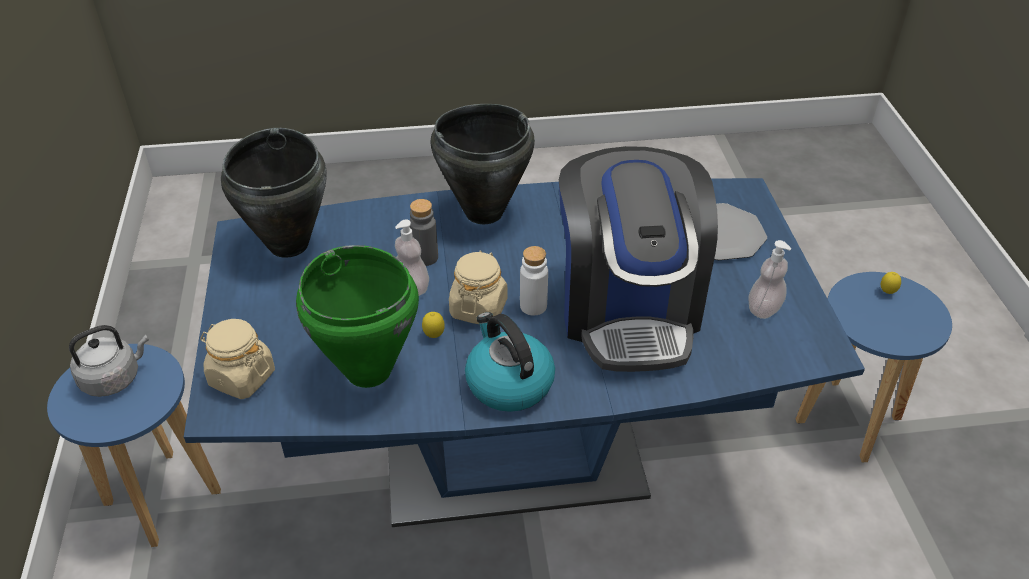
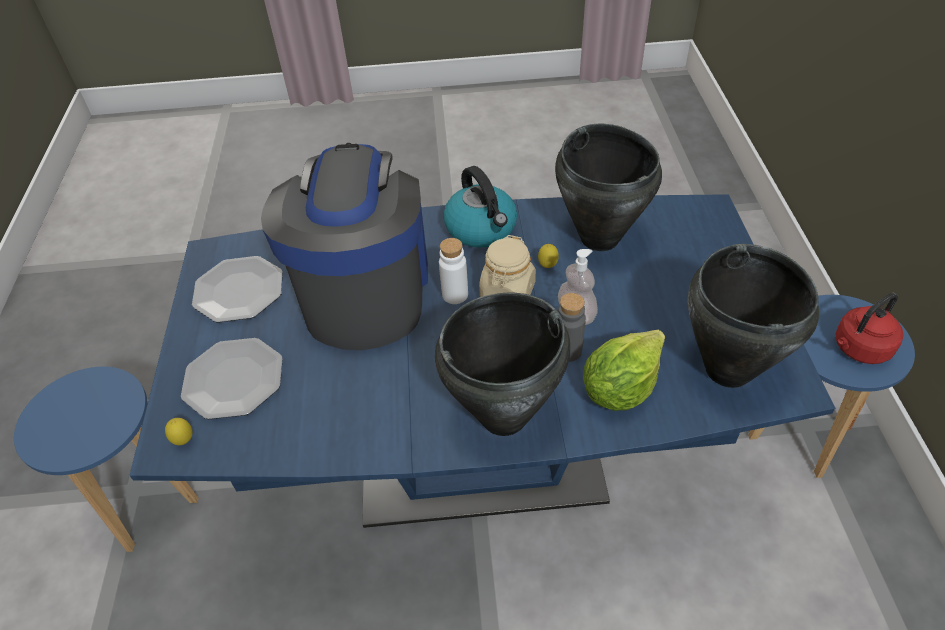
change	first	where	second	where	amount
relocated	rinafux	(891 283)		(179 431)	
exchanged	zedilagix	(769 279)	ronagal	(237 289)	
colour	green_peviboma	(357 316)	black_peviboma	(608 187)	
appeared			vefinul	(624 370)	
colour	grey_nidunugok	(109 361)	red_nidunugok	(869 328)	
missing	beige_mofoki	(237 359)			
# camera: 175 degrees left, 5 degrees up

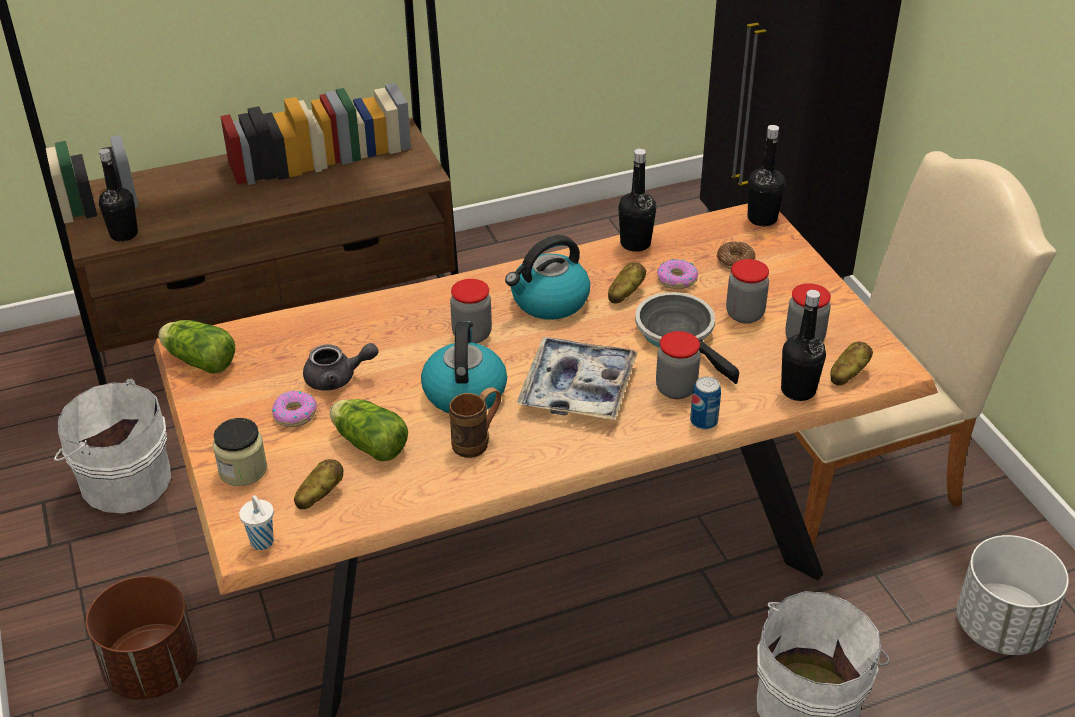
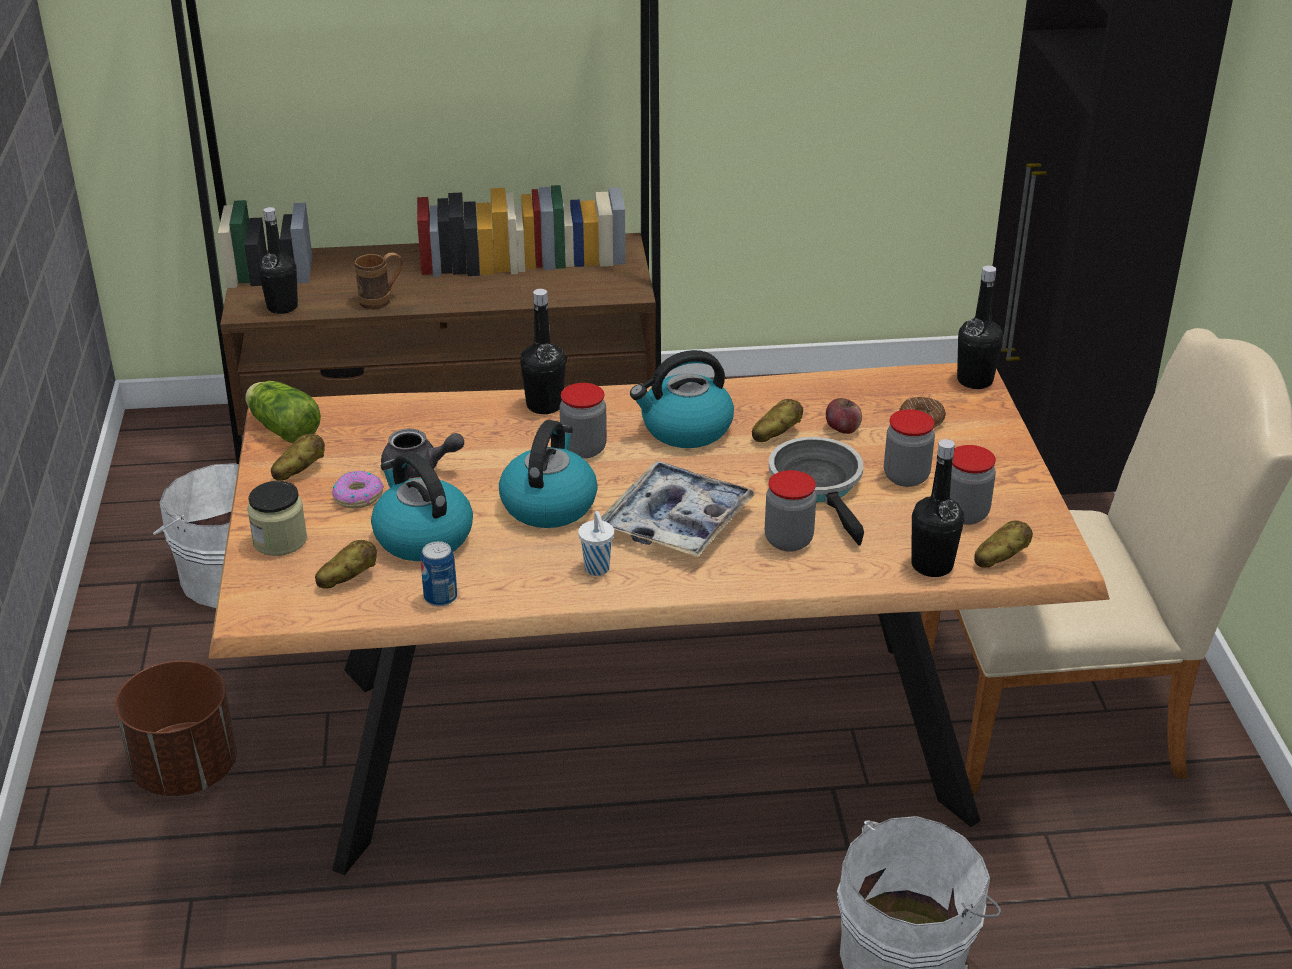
change	first	where	second	where	amount
appeared			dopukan	(298 457)	
relocated	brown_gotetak	(475 422)		(379 281)	
exchanged	vefinul	(369 430)	nidunugok	(422 506)	
relocated	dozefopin	(705 403)		(439 573)	
relocated	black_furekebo	(637 200)		(543 351)	
relocated	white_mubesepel	(256 522)		(596 543)	
exchanged	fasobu	(677 274)	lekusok	(844 416)	
missing	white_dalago	(1013 595)			
# camera: 15 degrees right, 5 degrees down

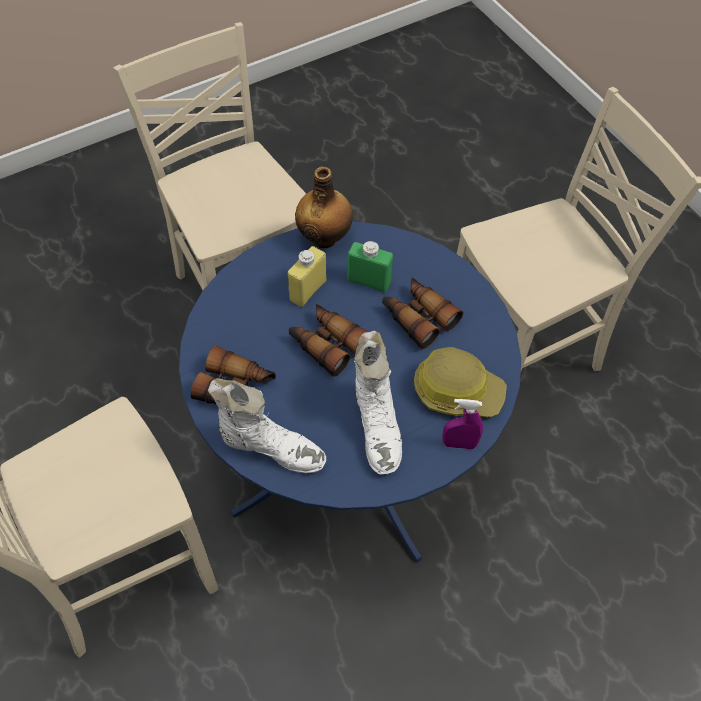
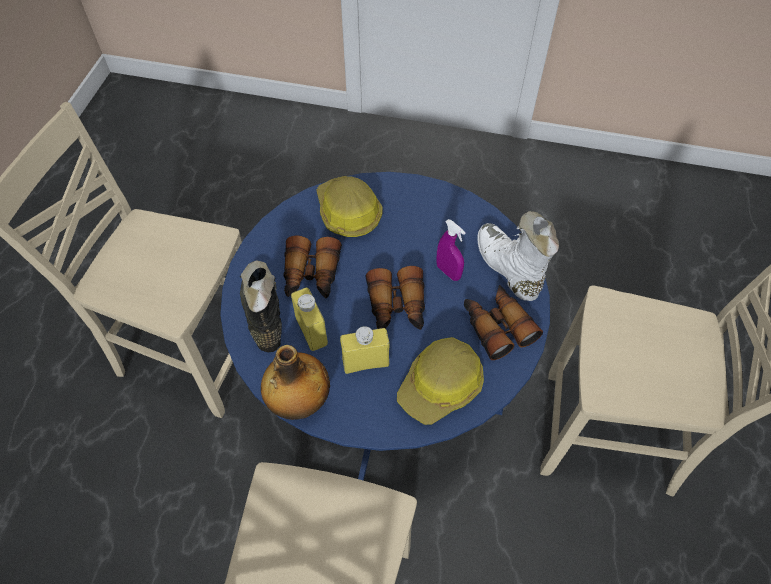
change	first	where	second	where	amount
appeared			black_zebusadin	(261 306)	
colour	green_furekebo	(370 267)	yellow_furekebo	(309 319)	
appeared			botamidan	(440 381)	
relocated	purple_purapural	(462 424)		(451 250)	
missing	white_zebusadin	(378 402)			
# camera: 135 degrees left, 0 degrees up

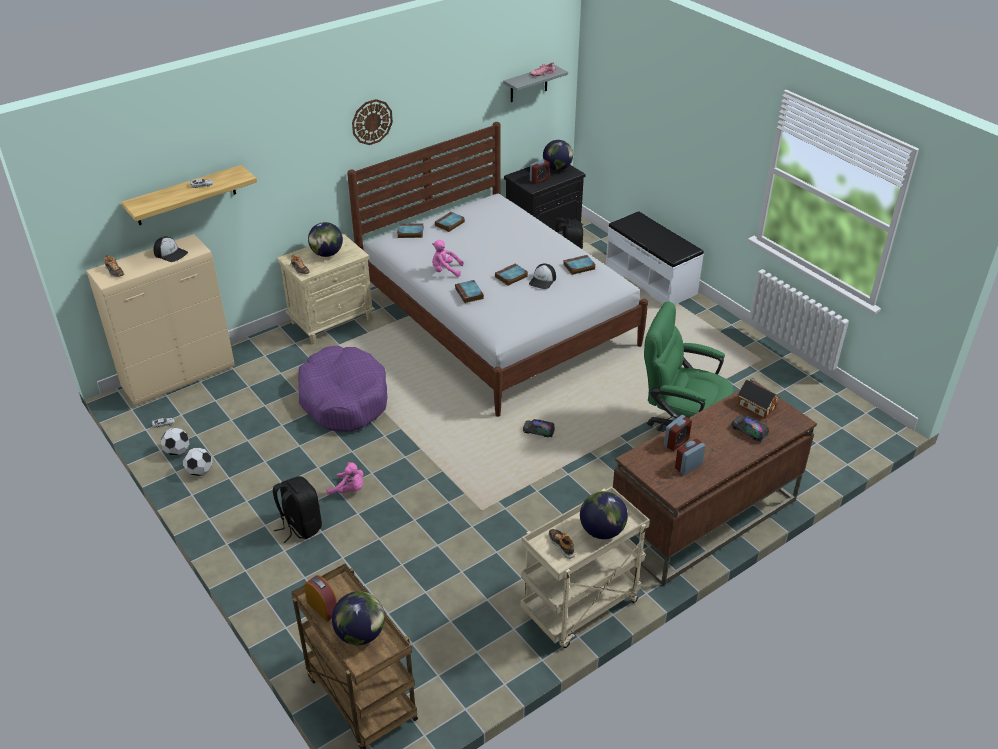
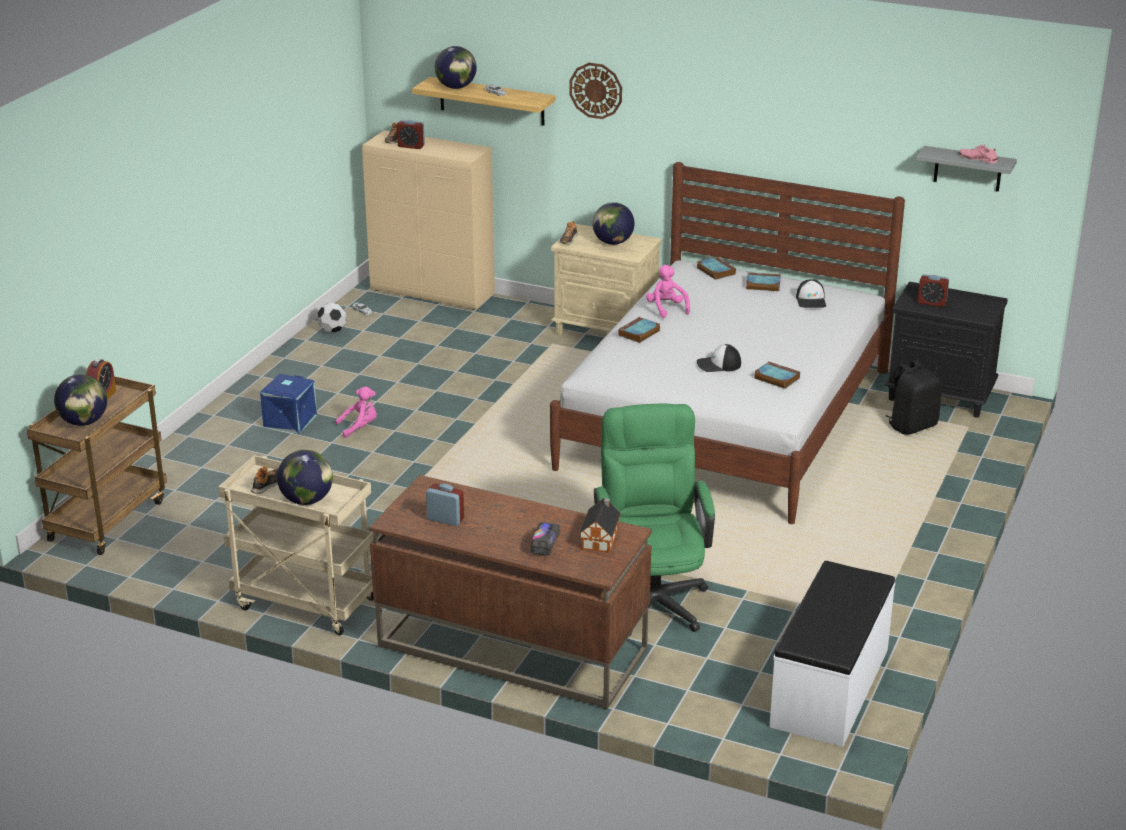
change	first	where	second	where	amount
exchanged	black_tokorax	(297 509)	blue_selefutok	(288 404)	
spun	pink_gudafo	(345 478)		(356 412)	105 degrees counterclockwise
relocated	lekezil	(678 433)		(411 134)	
relocated	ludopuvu	(558 155)		(456 67)	
relocated	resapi	(372 122)		(595 91)	
relocated	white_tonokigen	(655 258)		(832 654)	
relocated	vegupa	(170 249)		(811 293)	
missing	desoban	(198 462)			
missing	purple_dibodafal	(343 388)			
missing	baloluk	(511 274)			
missing	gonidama	(539 428)			
# camera: 60 degrees right, 10 degrees down

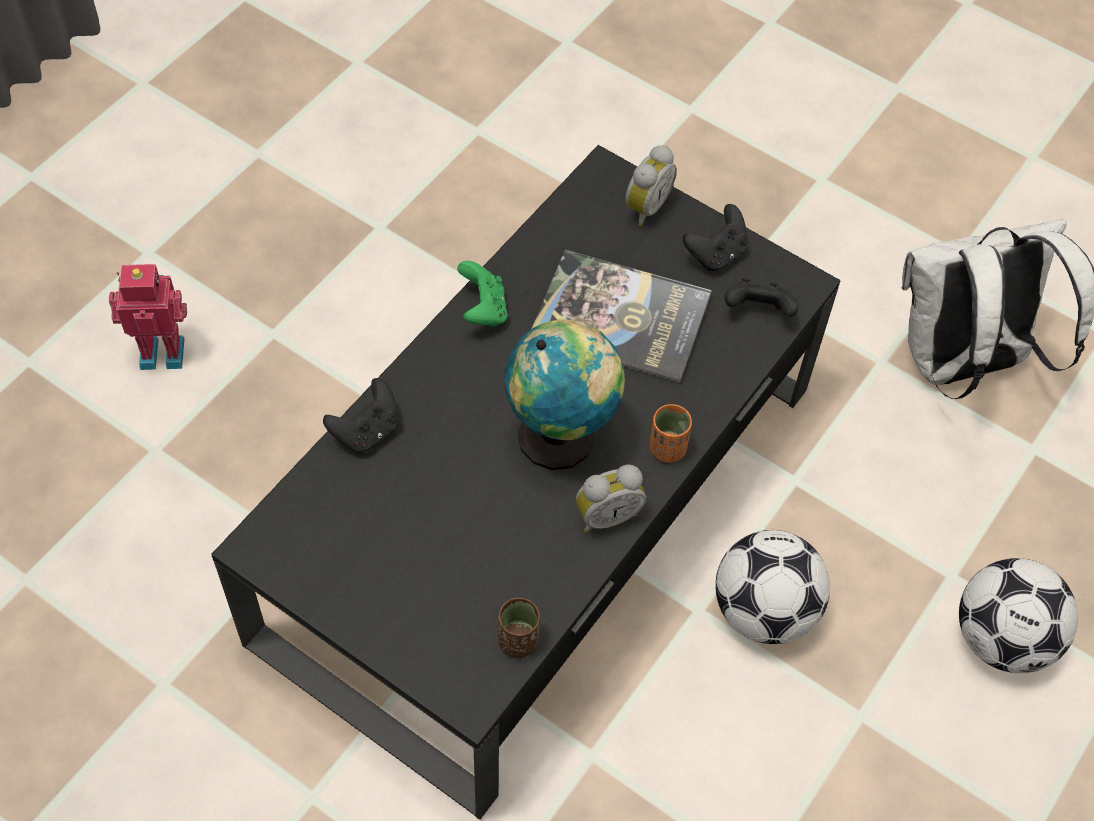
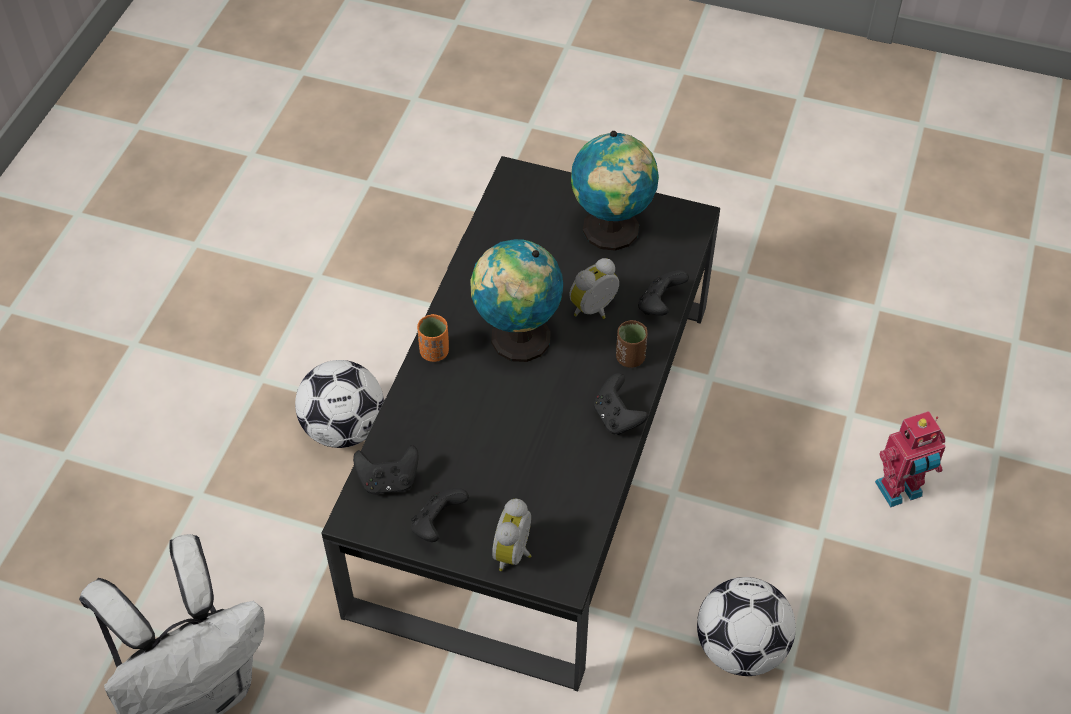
change	first	where	second	where	amount
relocated	lekezil	(611 499)		(594 288)	
appeared			ludopuvu	(615 191)	
colour	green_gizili	(482 294)	black_gizili	(621 404)	
relocated	brown_mubesepel	(519 627)		(632 344)	
relocated	desoban	(1018 615)		(746 626)	
missing	baloluk	(621 316)			
# camera: 165 degrees right, 5 degrees down

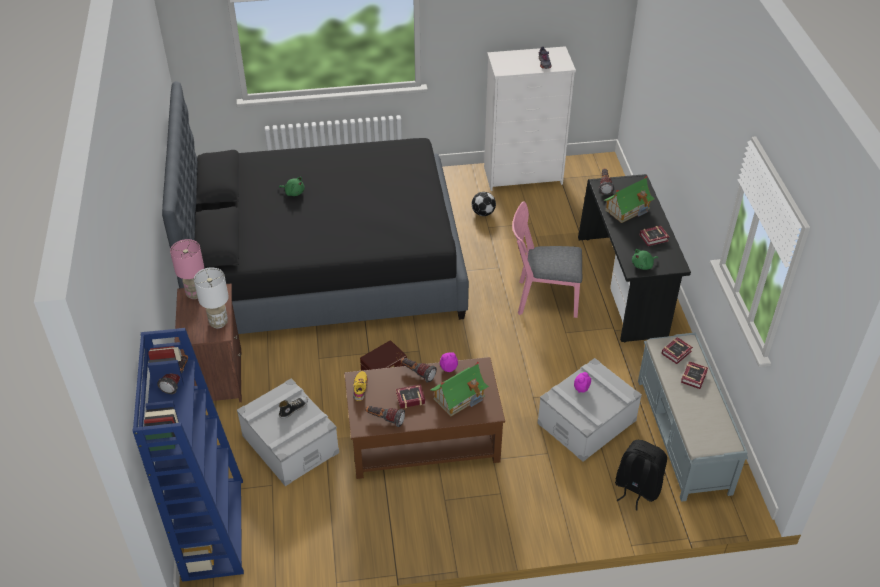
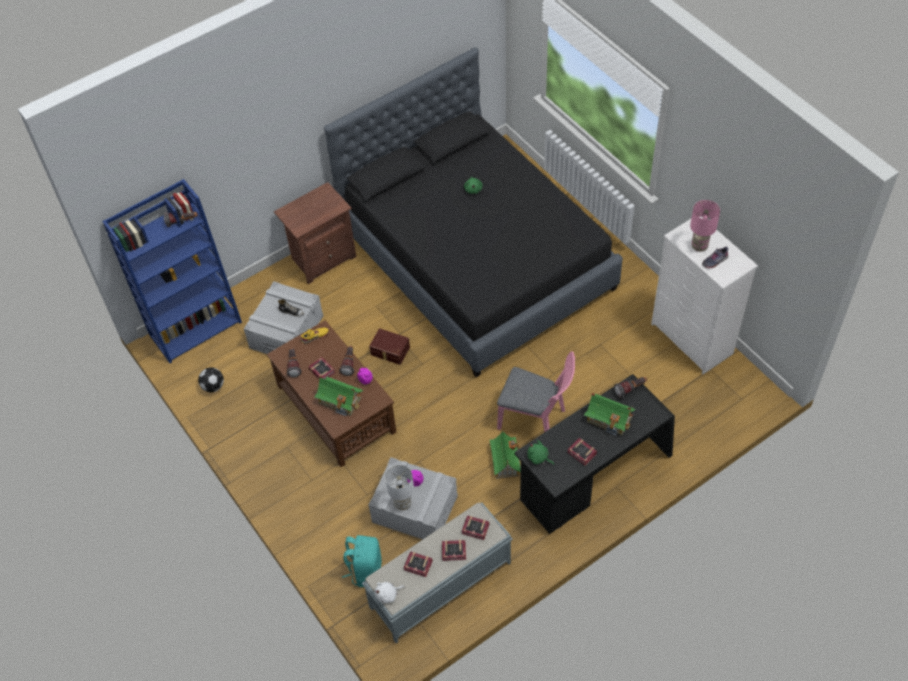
change	first	where	second	where	amount
relocated	desoban	(483 204)		(211 379)	
colour	black_tokorax	(641 475)	turquoise_tokorax	(362 561)	
appeared			white_gudafo	(390 592)	
relocated	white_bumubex	(211 297)		(399 487)	
appeared			baloluk	(418 564)	
appeared			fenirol	(504 455)	
spun	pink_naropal	(547 259)		(536 391)	135 degrees clockwise
relocated	pink_bumubex	(187 269)		(705 226)	
# camera: 65 degrees right, 10 degrees up

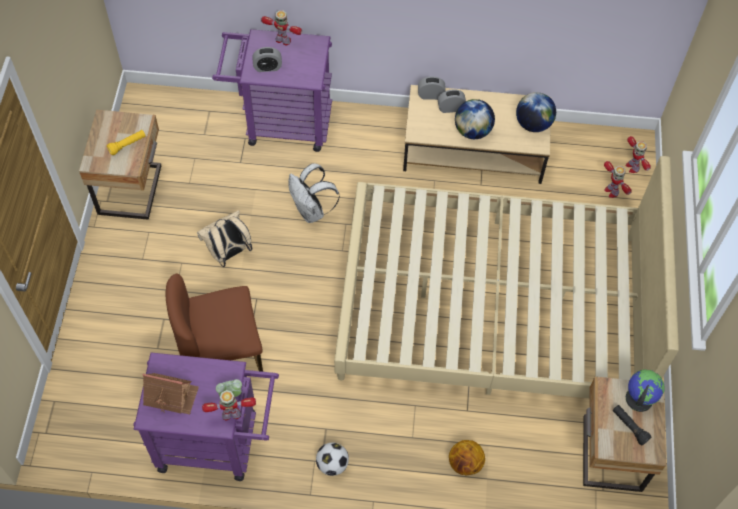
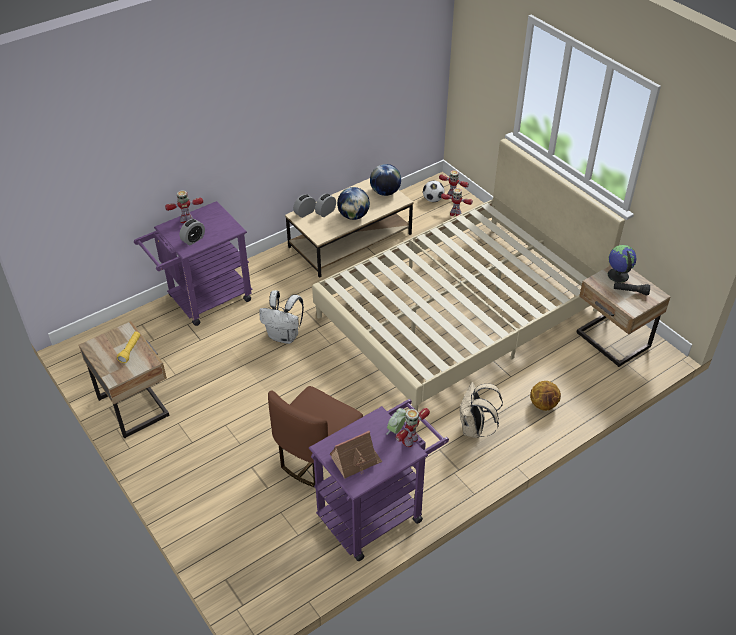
change	first	where	second	where	amount
relocated	desoban	(332 459)		(433 191)	
relocated	beige_tokorax	(225 238)		(481 410)	
# camera: 40 degrees left, 15 degrees down

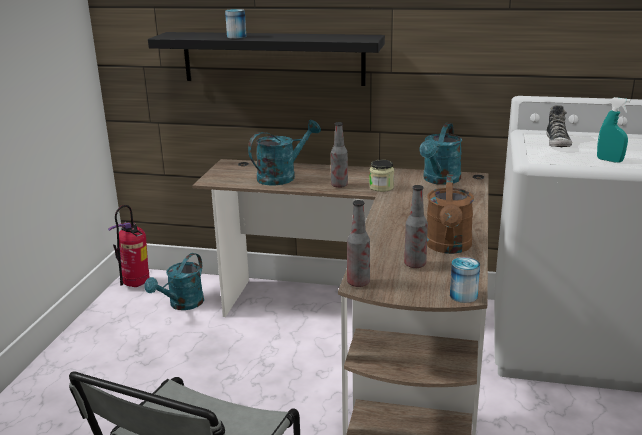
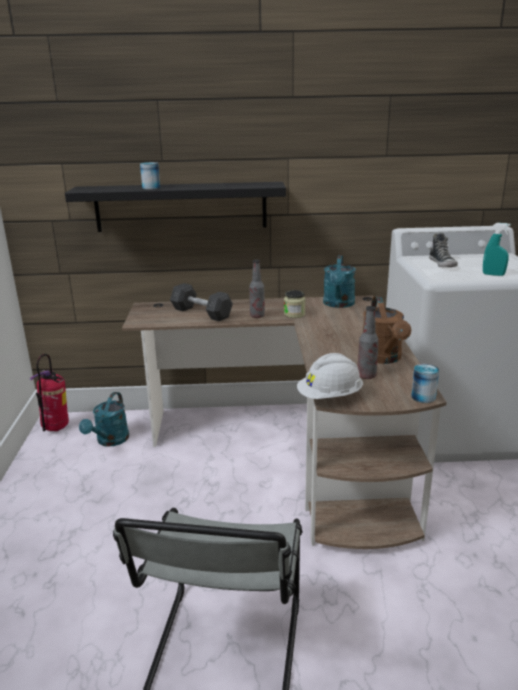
change	first	where	second	where	amount
exchanged	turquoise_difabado	(284 152)	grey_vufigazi	(201 302)	
exchanged	furekebo	(358 243)	white_botamidan	(330 376)	
# camera: 15 degrees left, 0 degrees up

